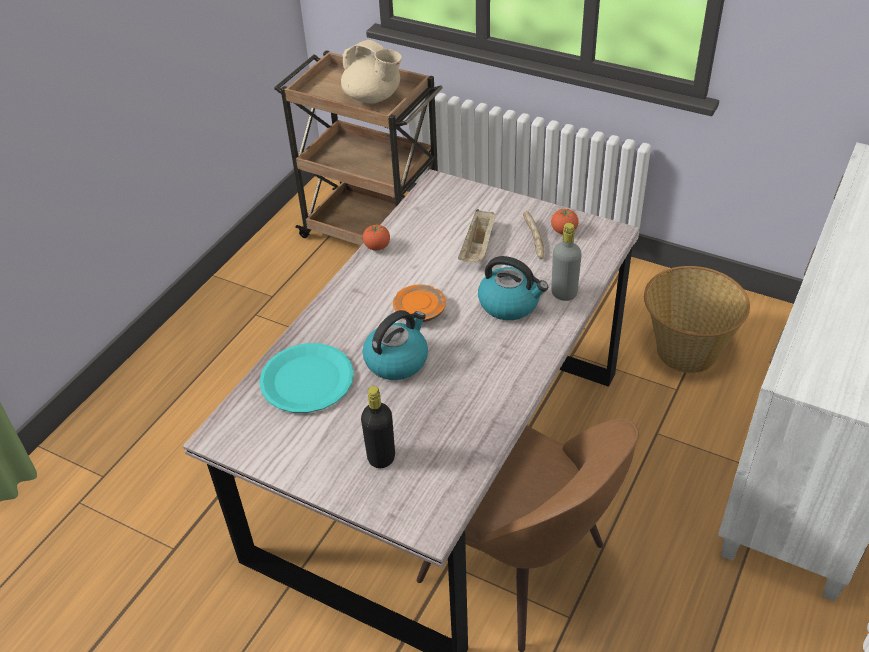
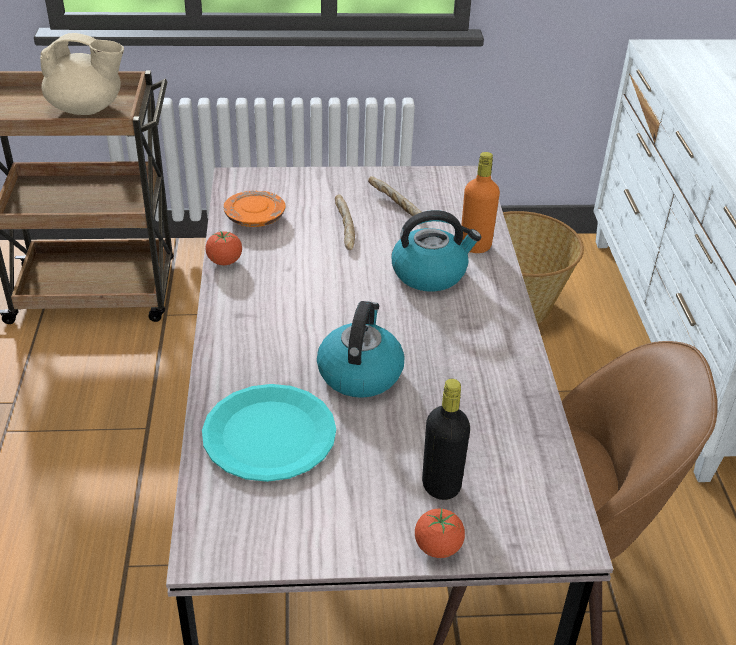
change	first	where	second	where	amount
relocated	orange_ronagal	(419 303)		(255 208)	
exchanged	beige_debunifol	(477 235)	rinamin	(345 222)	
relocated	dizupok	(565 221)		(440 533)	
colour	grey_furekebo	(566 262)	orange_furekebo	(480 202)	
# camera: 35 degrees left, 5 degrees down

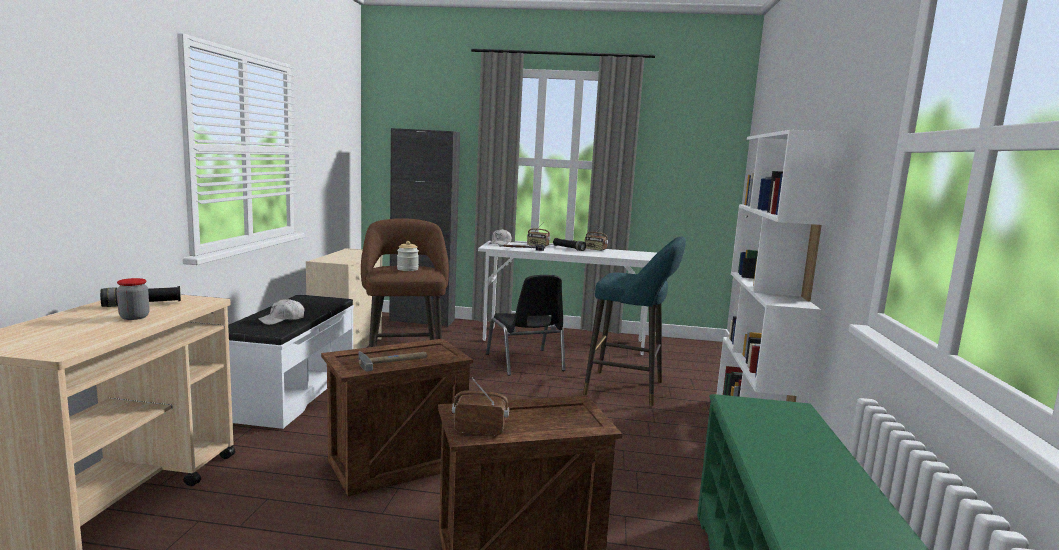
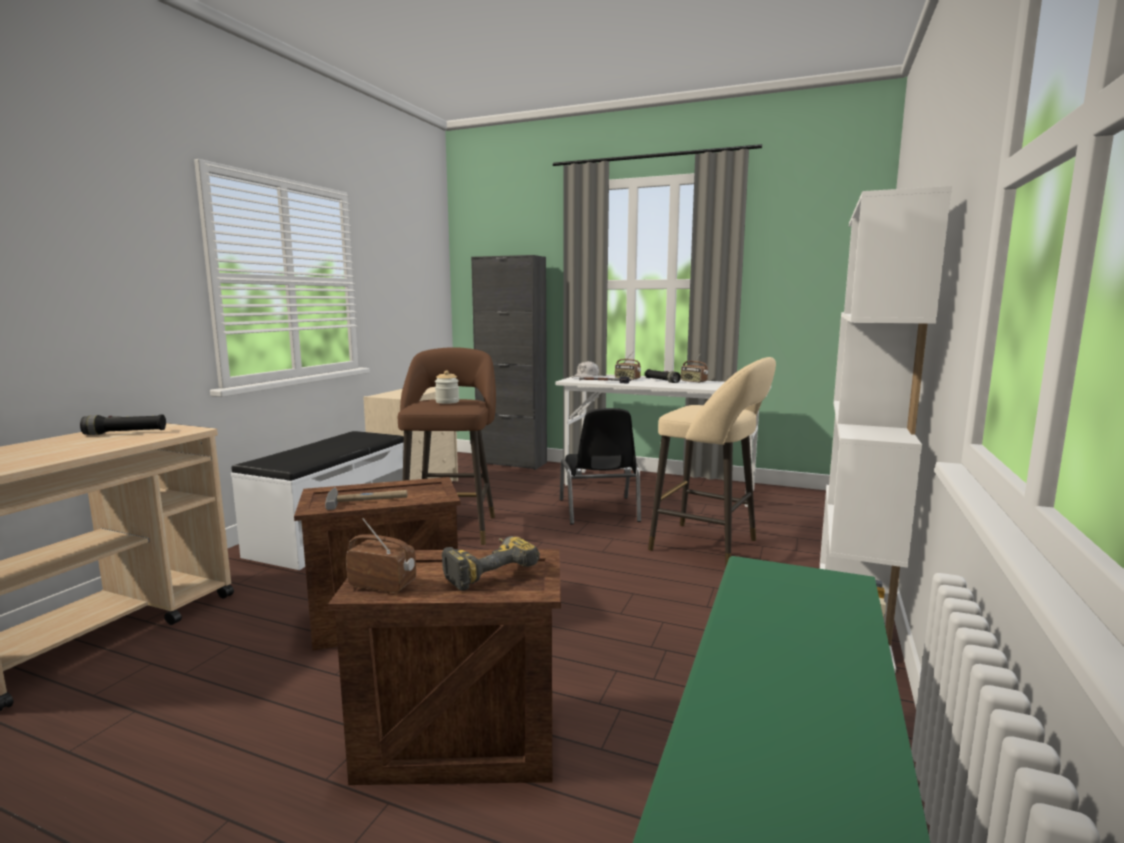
change	first	where	second	where	amount
appeared			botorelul	(491 563)	
colour	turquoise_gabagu	(634 321)	beige_gabagu	(712 462)	
missing	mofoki	(133 299)			
missing	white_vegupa	(281 312)			
# camera: 15 degrees right, 0 degrees up

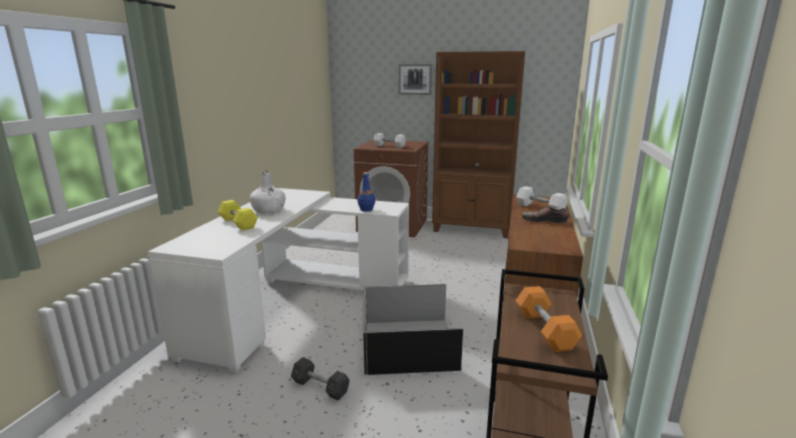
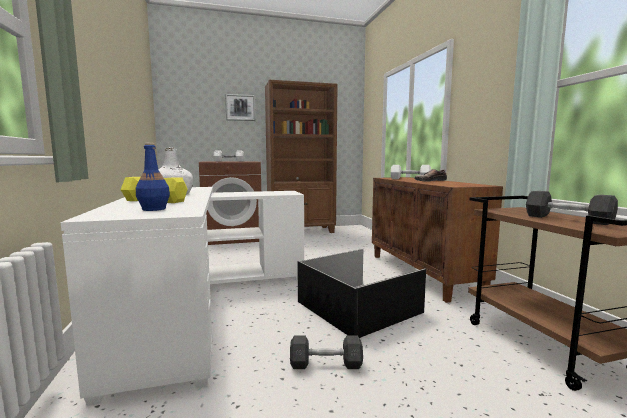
change	first	where	second	where	amount
relocated	blue_furekebo	(366 192)		(153 177)	
colour	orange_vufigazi	(549 319)	grey_vufigazi	(572 208)	
# camera: 30 degrees left, 10 degrees down

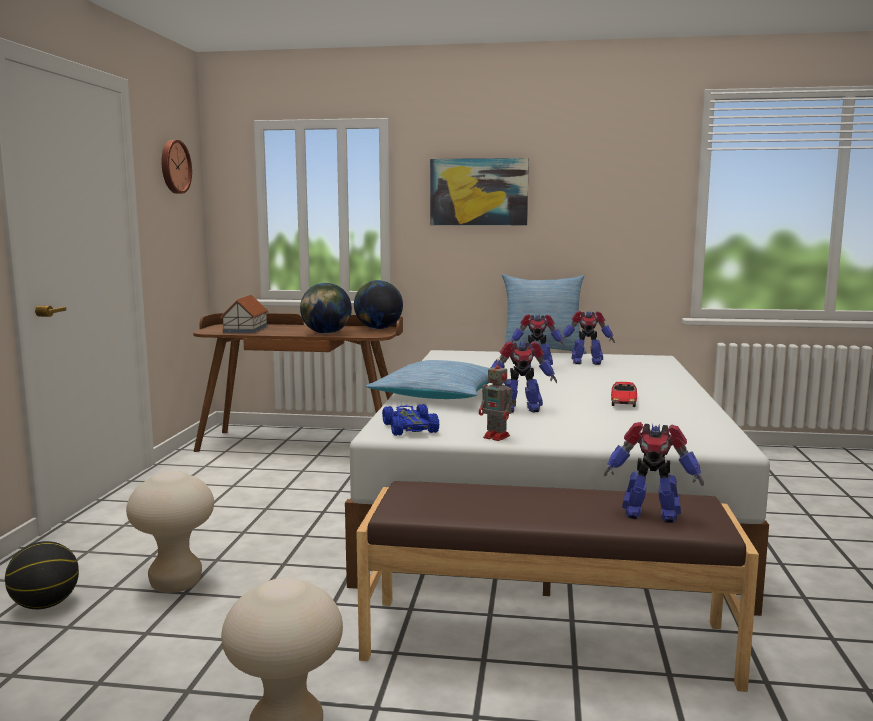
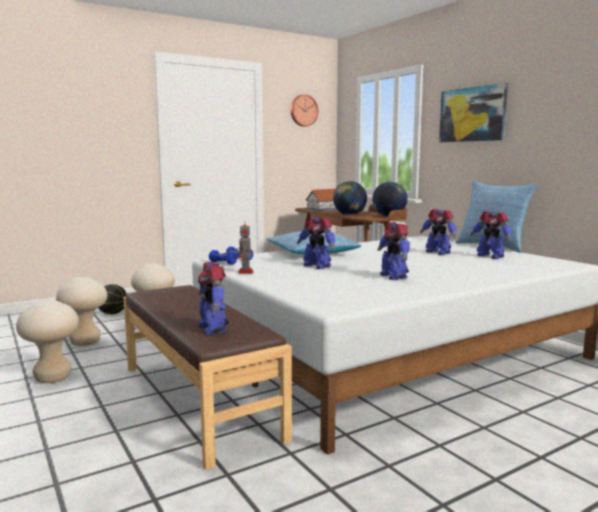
change	first	where	second	where	amount
appeared			beige_gabagu	(81 311)	
exchanged	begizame	(624 394)	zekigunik	(394 251)	
# camera: 50 degrees right, 0 degrees up

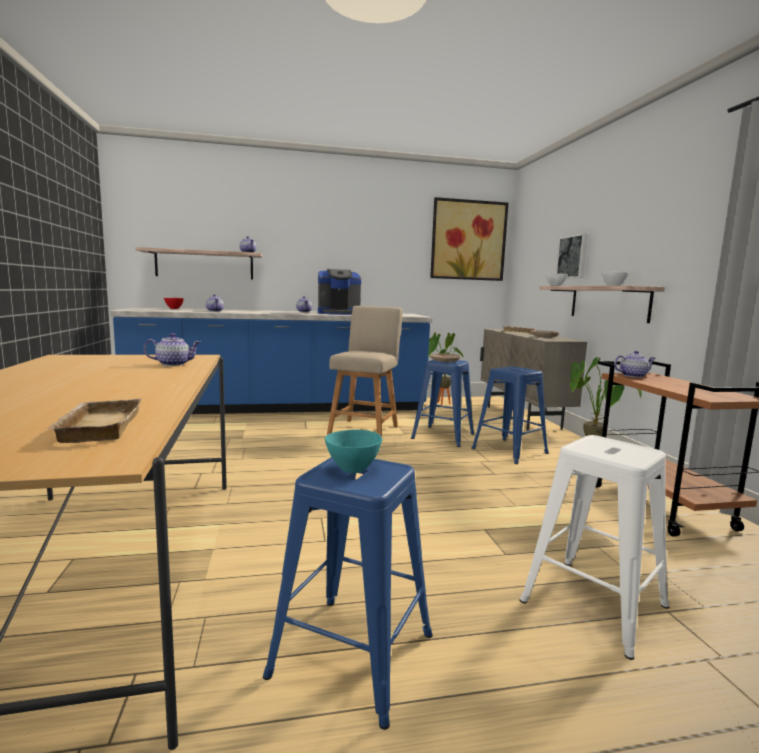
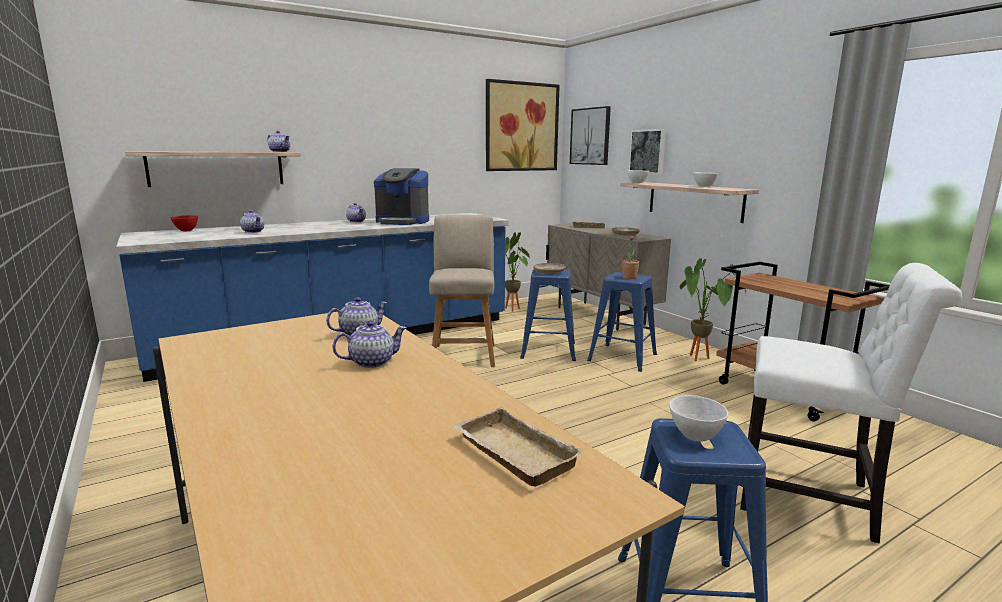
change	first	where	second	where	amount
relocated	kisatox	(635 364)		(370 344)	
spun	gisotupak	(339 292)		(401 196)	45 degrees clockwise
appeared			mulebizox	(590 135)	
appeared			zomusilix	(630 257)	
colour	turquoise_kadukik	(353 451)	white_kadukik	(698 418)	
exchanged	white_gabagu	(594 547)	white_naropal	(851 403)	
# camera: 20 degrees left, 5 degrees up

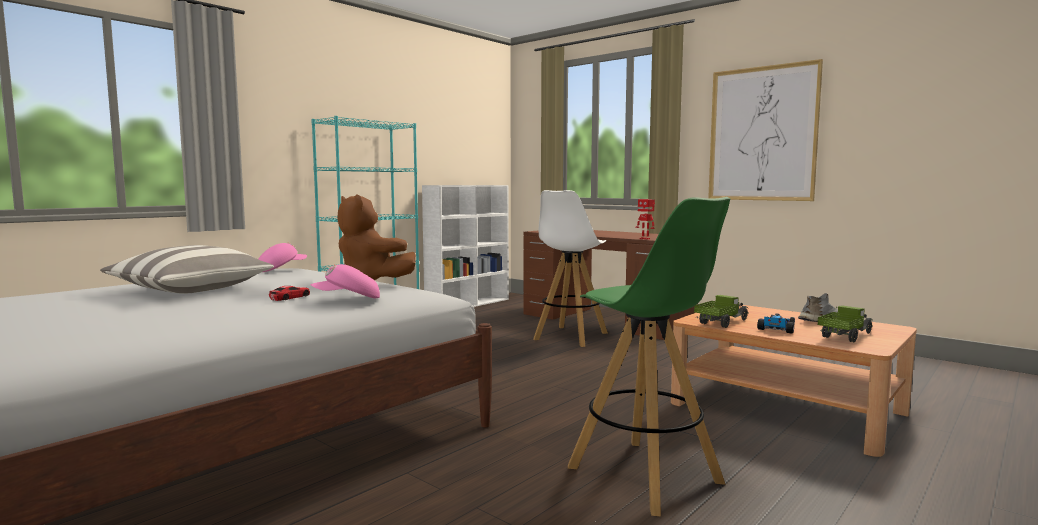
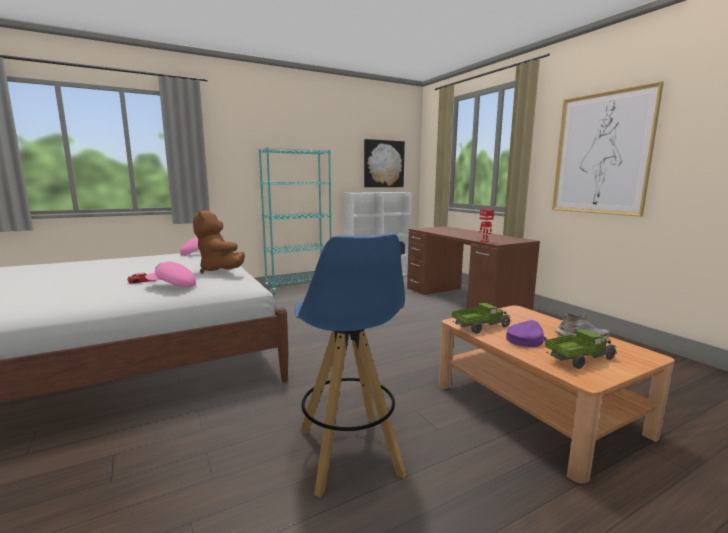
change	first	where	second	where	amount
colour	green_gabagu	(649 356)	blue_gabagu	(350 365)	
appeared			mulebizox	(384 163)	
exchanged	begizame	(776 323)	purple_vegupa	(526 333)	
missing	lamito	(187 269)			
missing	white_gabagu	(570 268)			
# camera: 20 degrees right, 5 degrees up

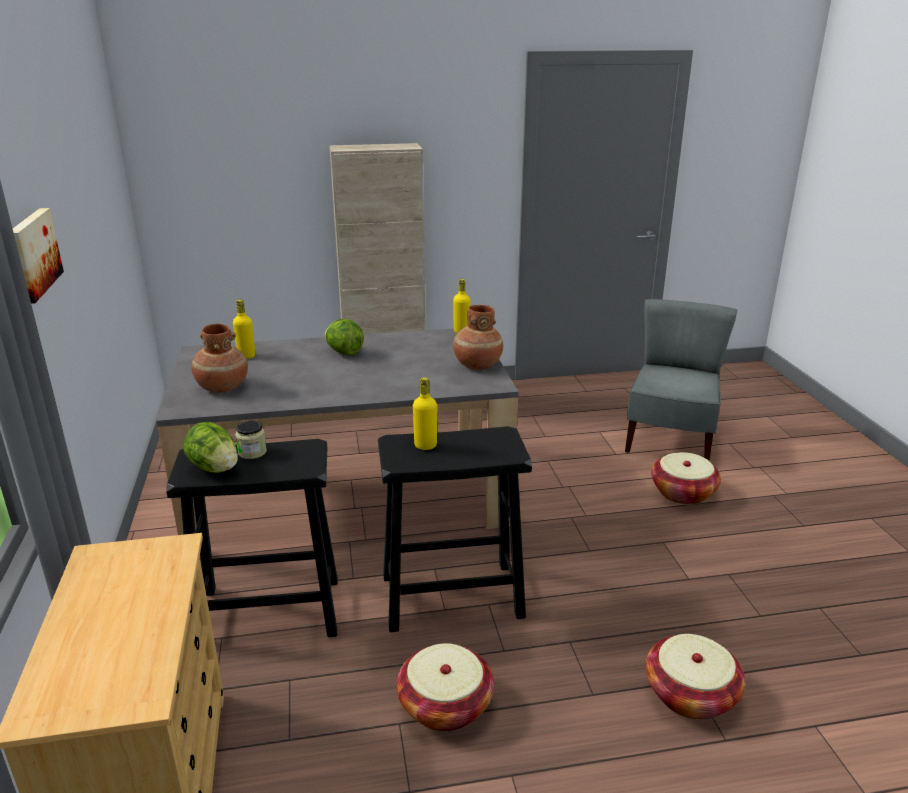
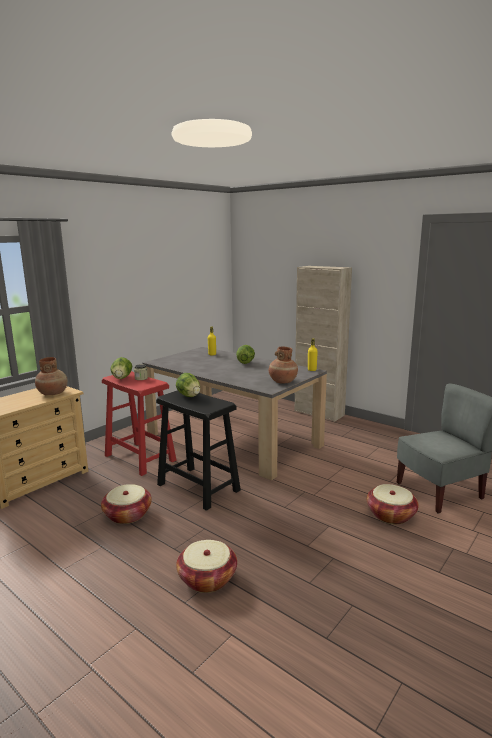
change	first	where	second	where	amount
relocated	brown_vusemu	(219 358)		(51 376)	
colour	black_gabagu	(252 538)	red_gabagu	(139 423)	
exchanged	yellow_furekebo	(425 413)	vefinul	(188 385)	
missing	mulebizox	(38 256)			
# camera: 50 degrees right, 10 degrees down

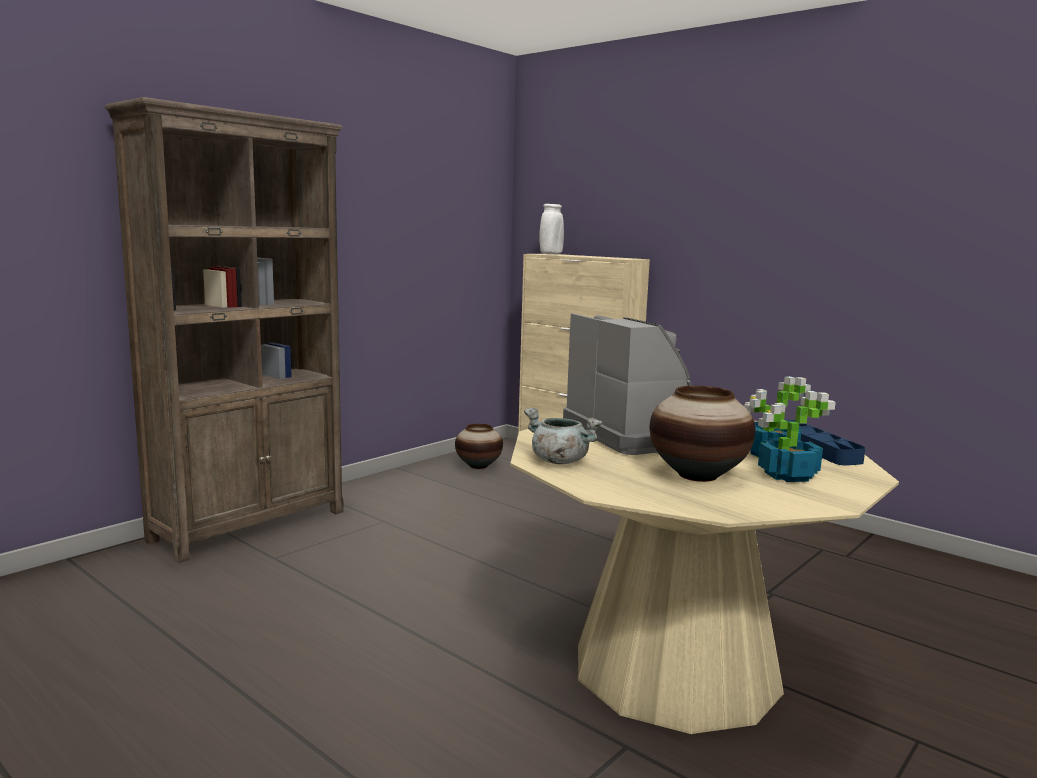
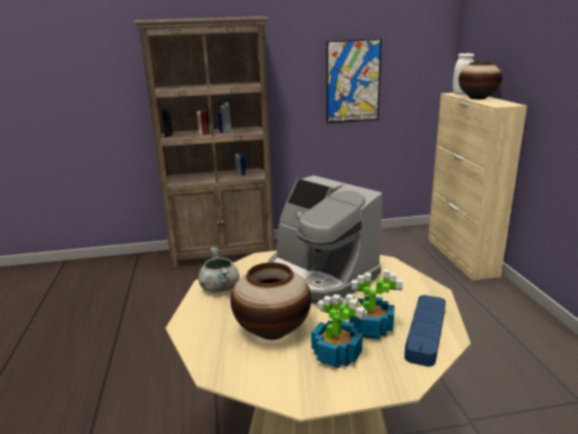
change	first	where	second	where	amount
spun	gisotupak	(627 384)		(325 239)	120 degrees clockwise
appeared			mulebizox	(354 81)	
relocated	vusemu	(479 446)		(480 80)	
# camera: 40 degrees right, 10 degrees up

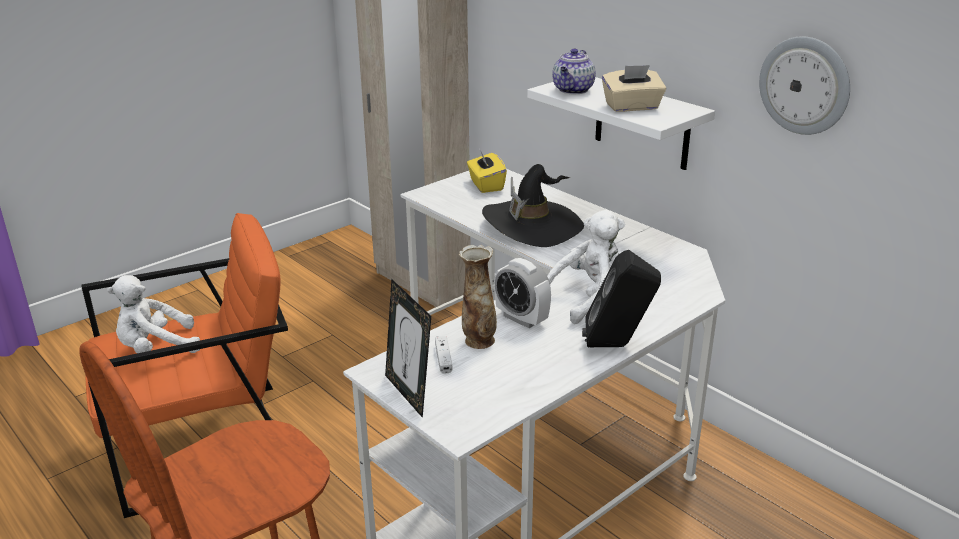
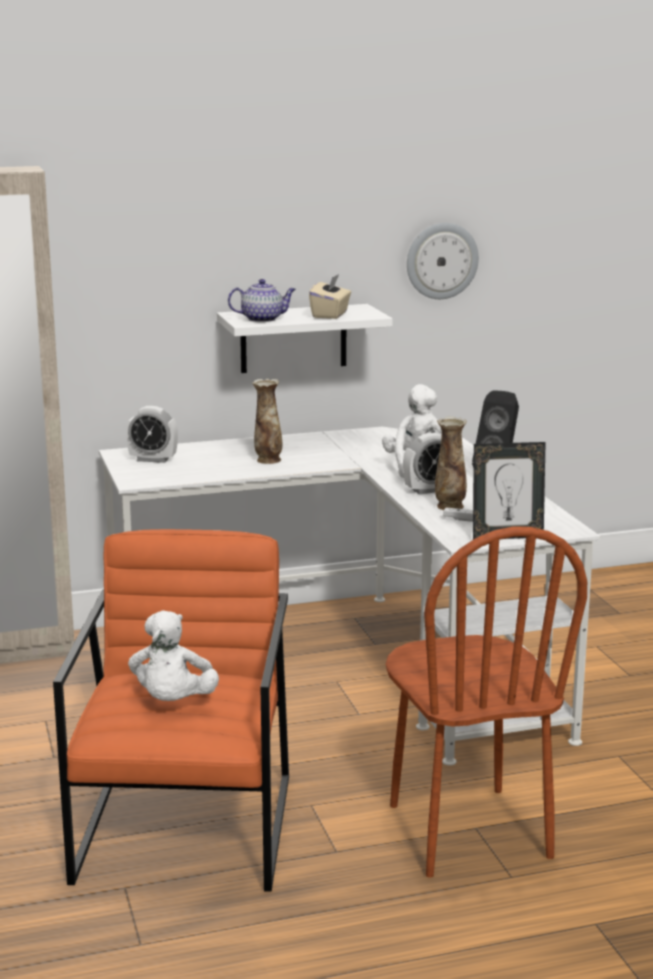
change	first	where	second	where	amount
exchanged	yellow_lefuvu	(487 170)	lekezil	(152 434)	
spun	kisatox	(574 71)		(262 300)	60 degrees counterclockwise
exchanged	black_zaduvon	(533 205)	vusemu	(267 421)	
# camera: 65 degrees left, 10 degrees down

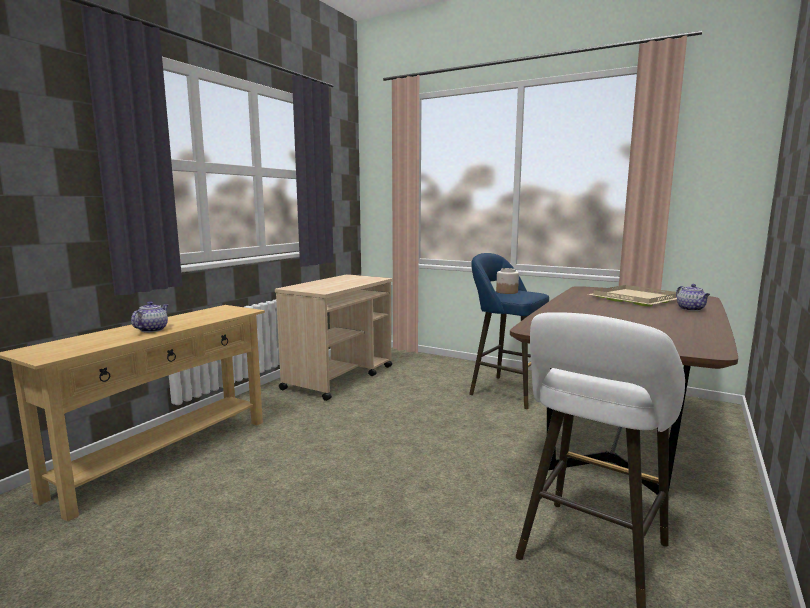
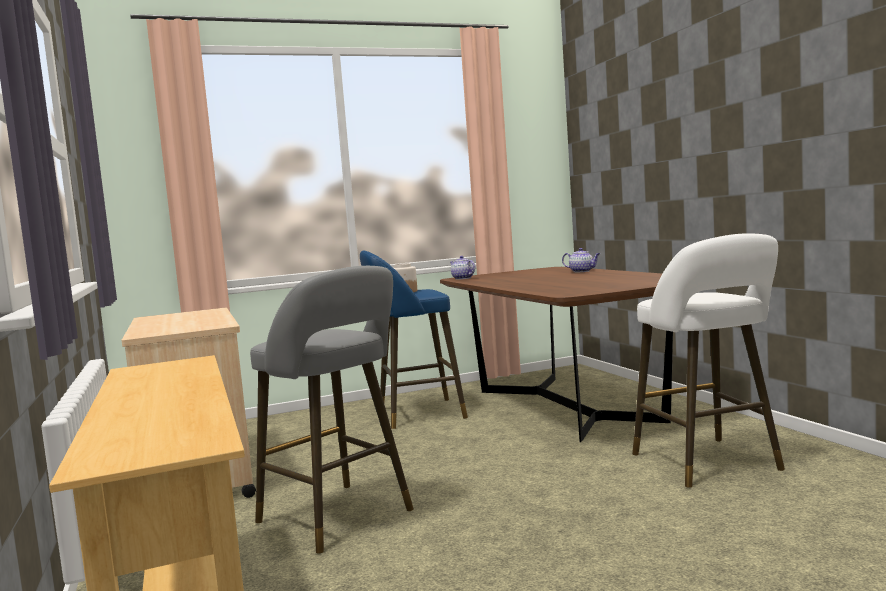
change	first	where	second	where	amount
appeared			grey_gabagu	(332 409)	
relocated	kisatox	(149 316)		(462 267)	
missing	beige_debunifol	(632 296)			
# camera: 50 degrees left, 5 degrees down

